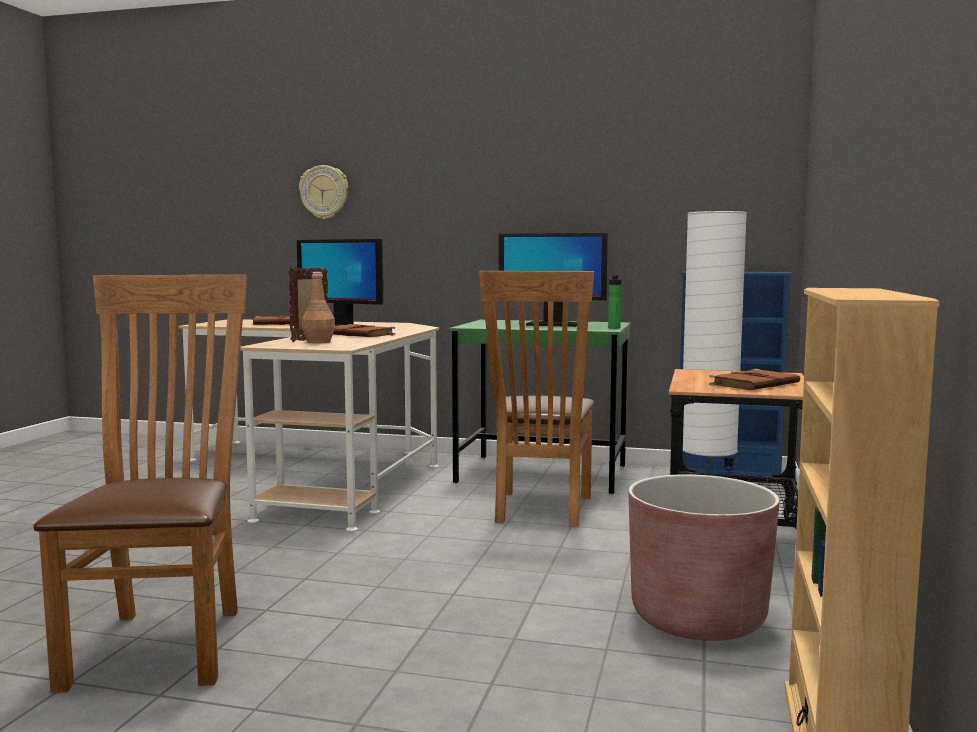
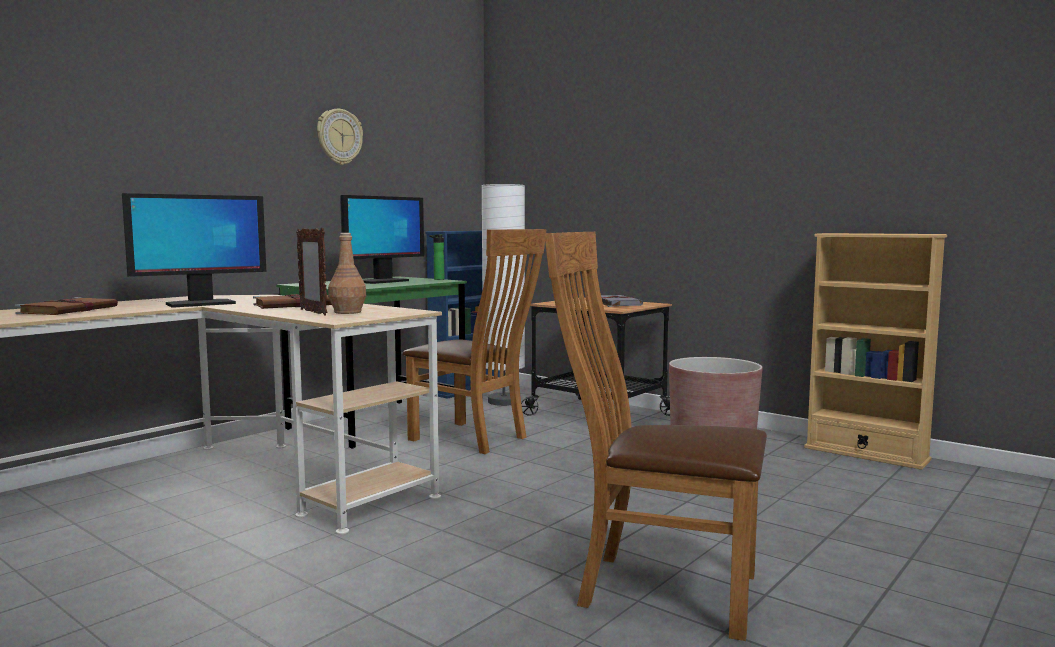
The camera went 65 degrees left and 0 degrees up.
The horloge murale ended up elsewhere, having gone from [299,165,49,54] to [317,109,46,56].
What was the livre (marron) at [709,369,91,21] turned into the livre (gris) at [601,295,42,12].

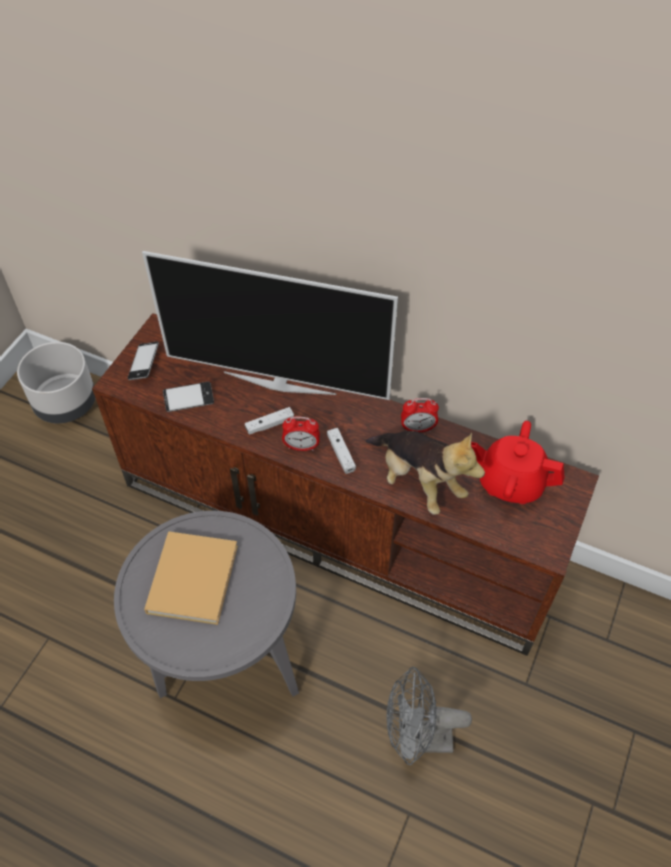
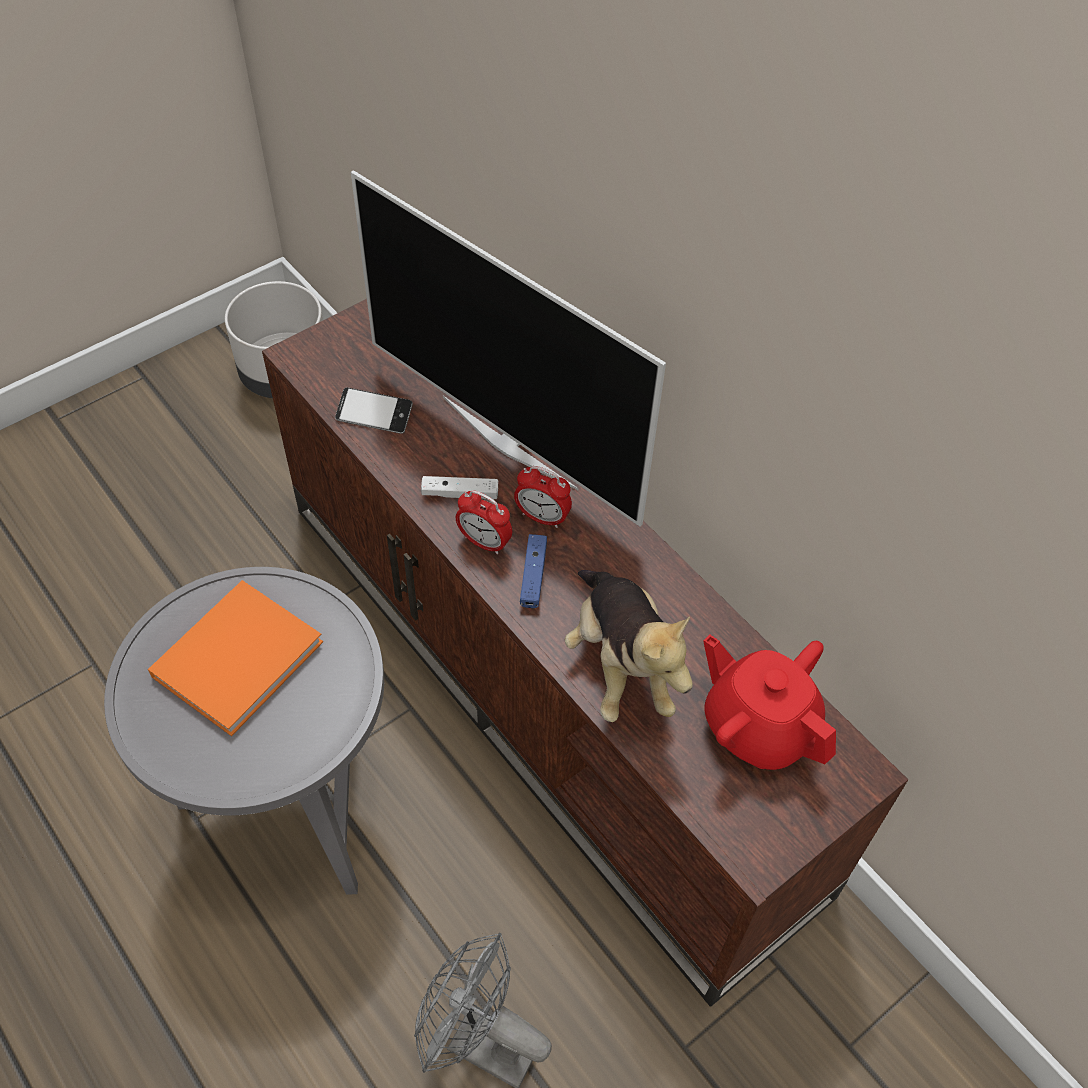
The camera went 25 degrees right and 0 degrees up.
What was the livre (beige) at [144,531,94,94] turned into the livre (orange) at [148,580,175,156].
The réveil ended up elsewhere, having gone from [401,398,38,34] to [514,466,58,62].
What was the manette (blanc) at [327,428,29,46] turned into the manette (bleu) at [520,534,27,74].
The second view lost the téléphone at [128,342,31,38].

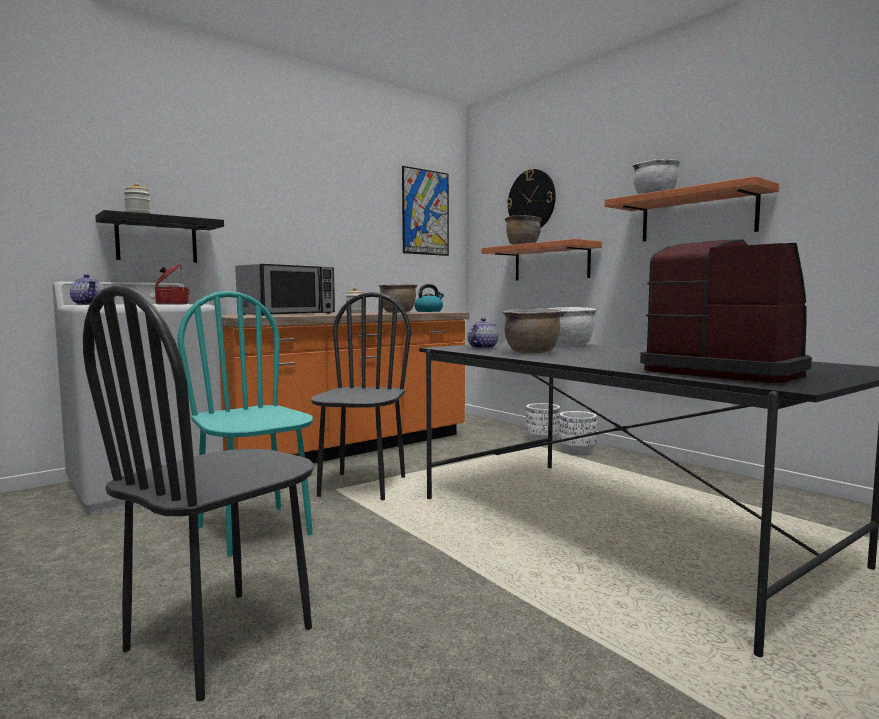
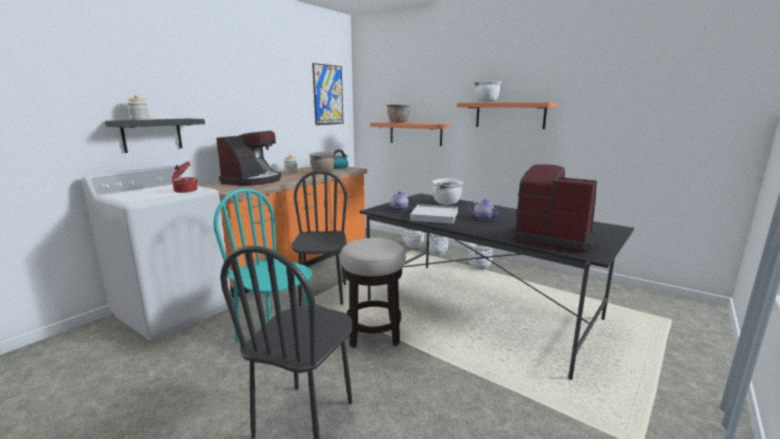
The camera went 15 degrees left and 10 degrees up.
Where the micro-ondes stood at [235,263,100,53], the machine à café came to stand at [216,131,65,55].
The second view gained the tabouret at [340,238,66,110].
Where the marmite (marron) stood at [503,308,60,46], the plateau (blanc) came to stand at [410,204,48,20].
The théière ended up elsewhere, having gone from [70,274,34,31] to [468,199,34,21].
The second view gained the cache-pot (blanc) at [468,243,25,27].
The second view lost the horloge murale at [507,169,49,59].

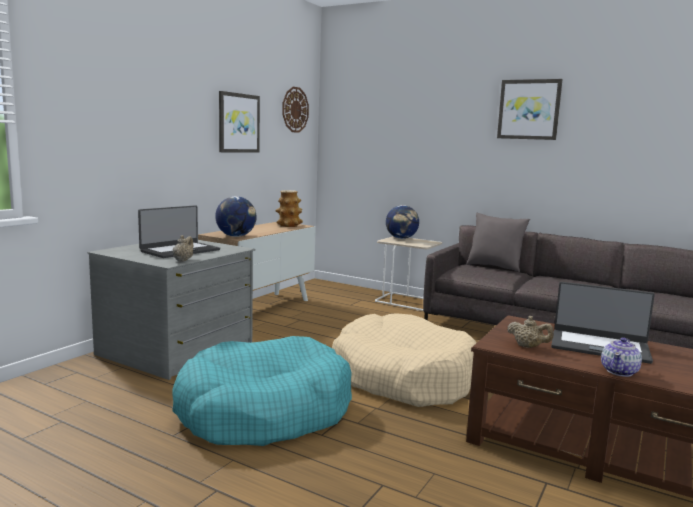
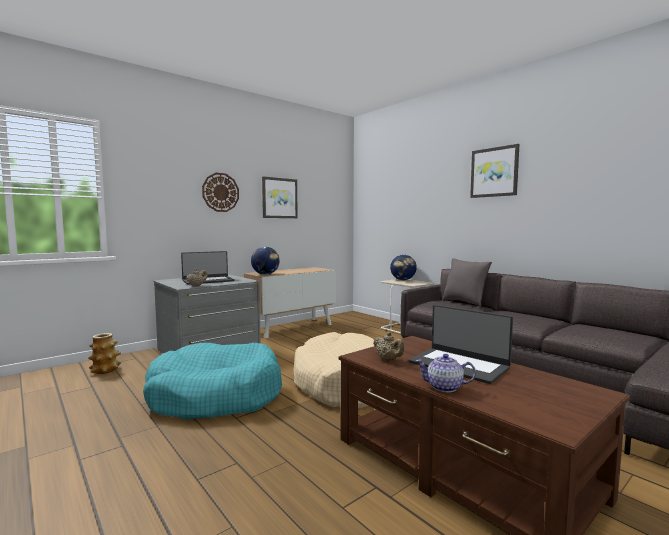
The camera went 20 degrees right and 5 degrees down.
The vase ended up elsewhere, having gone from [275,190,28,37] to [88,333,33,41].
The horloge murale ended up elsewhere, having gone from [282,87,27,46] to [202,173,37,39].
The théière at [601,337,41,40] ended up facing another way, 45 degrees clockwise from before.

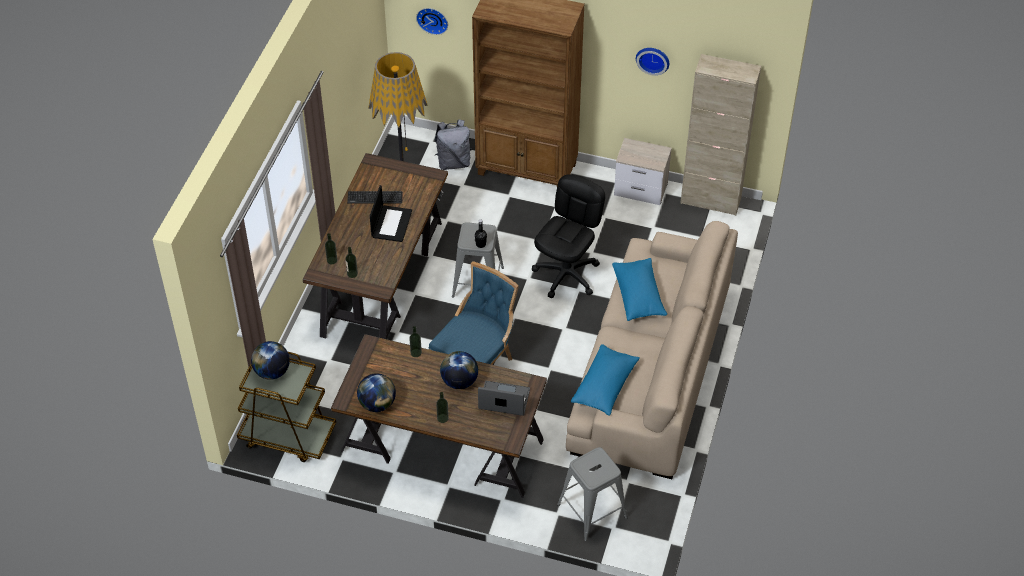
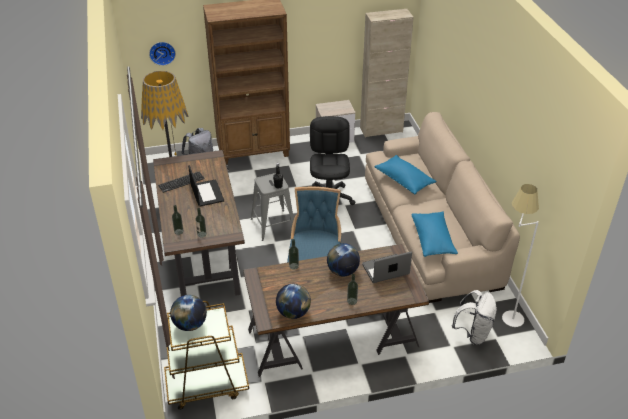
The camera went 30 degrees left and 10 degrees down.
Where the tabouret (gris) stood at [557,447,71,94], the sac à dos (blanc) came to stand at [452,290,45,55].
The second view gained the lampadaire (blanc) at [502,184,37,143].
The second view lost the horloge murale at [636,48,33,27].

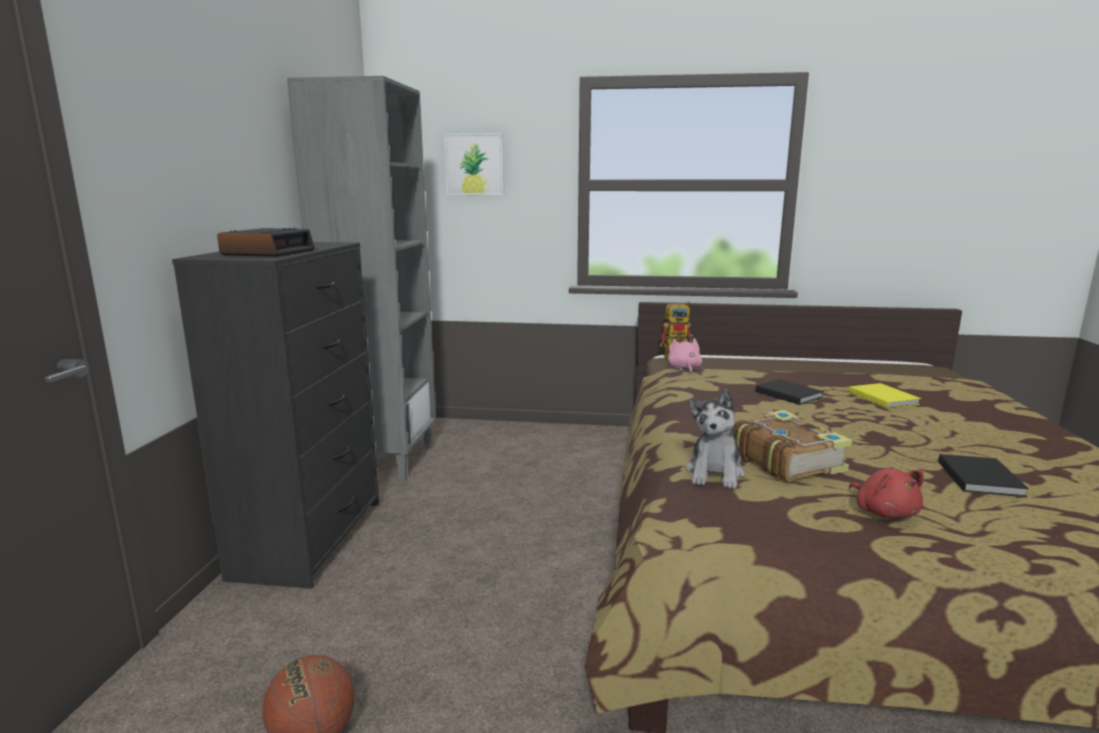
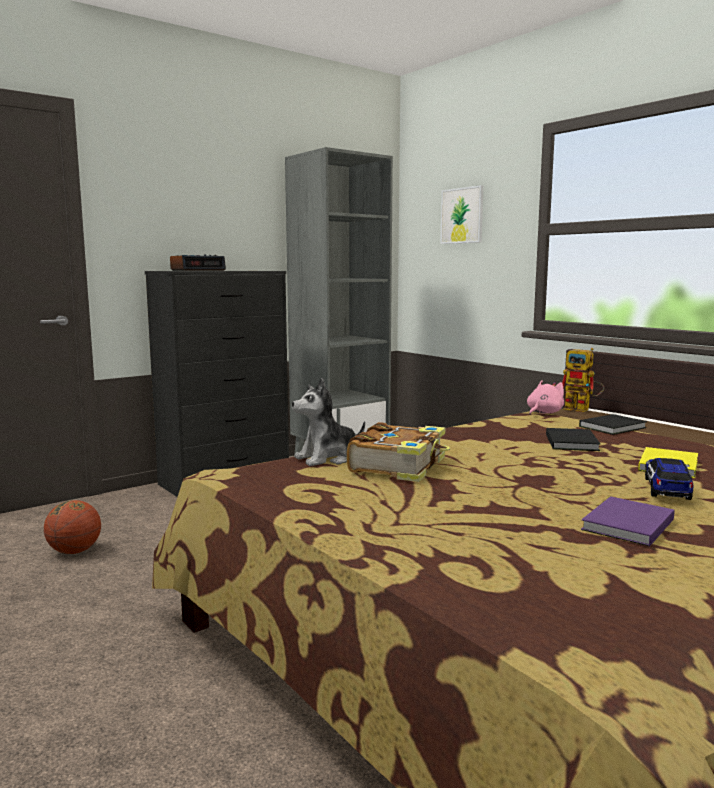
The camera went 45 degrees right and 5 degrees down.
The livre (noir) ended up elsewhere, having gone from [938,454,91,43] to [579,414,68,21].
The second view gained the livre (violet) at [581,496,93,50].
The second view gained the petite voiture at [645,458,49,42].
The second view lost the peluche (rouge) at [849,468,74,51].

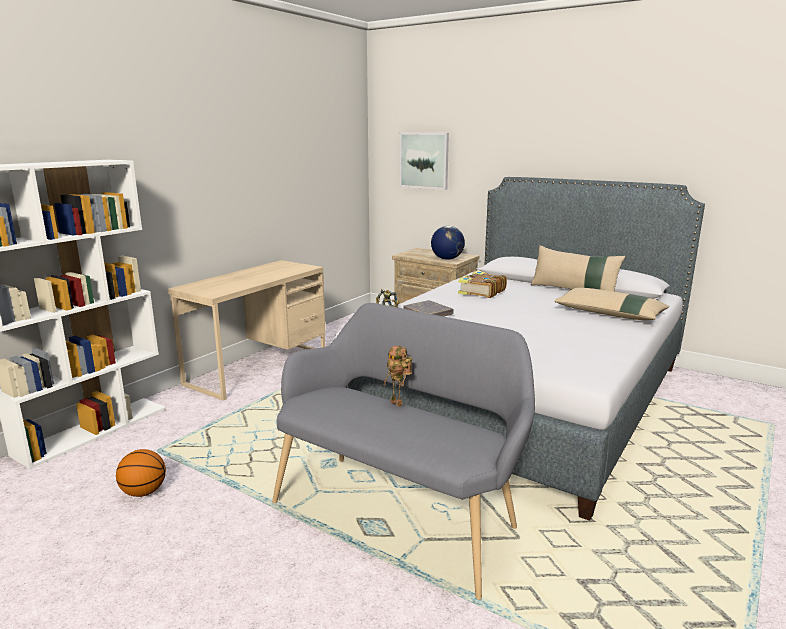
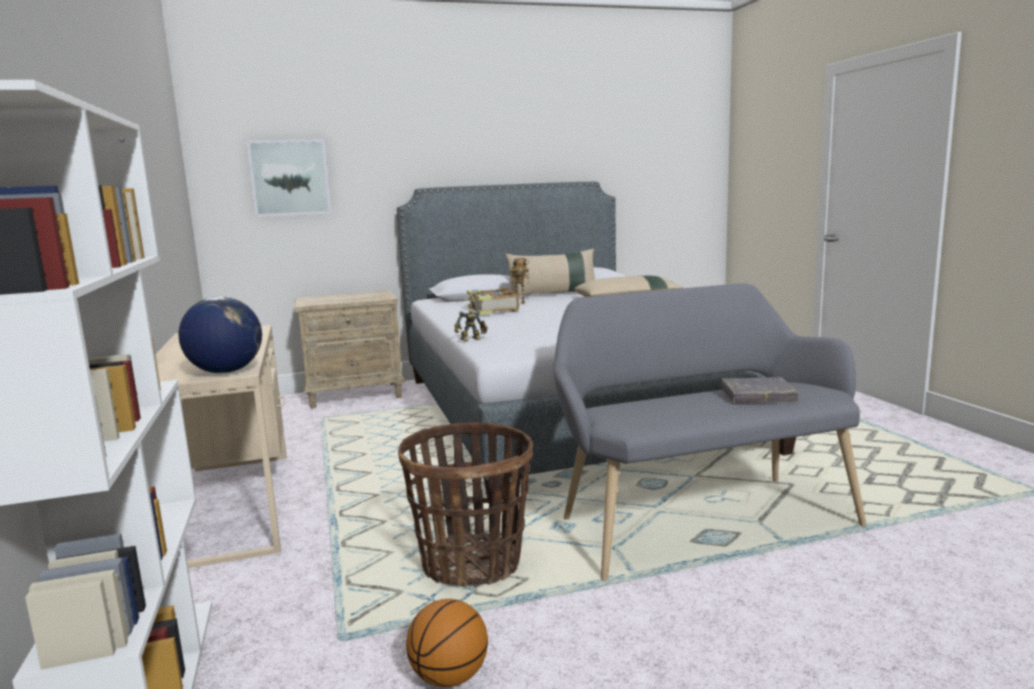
The camera went 50 degrees left and 5 degrees down.
The globe ended up elsewhere, having gone from [431,226,34,34] to [179,296,83,77].
The second view gained the panier at [398,422,135,165].
The robot jouet ended up elsewhere, having gone from [383,346,29,61] to [510,258,19,45].
The livre (gris) ended up elsewhere, having gone from [403,300,51,16] to [721,377,78,26].

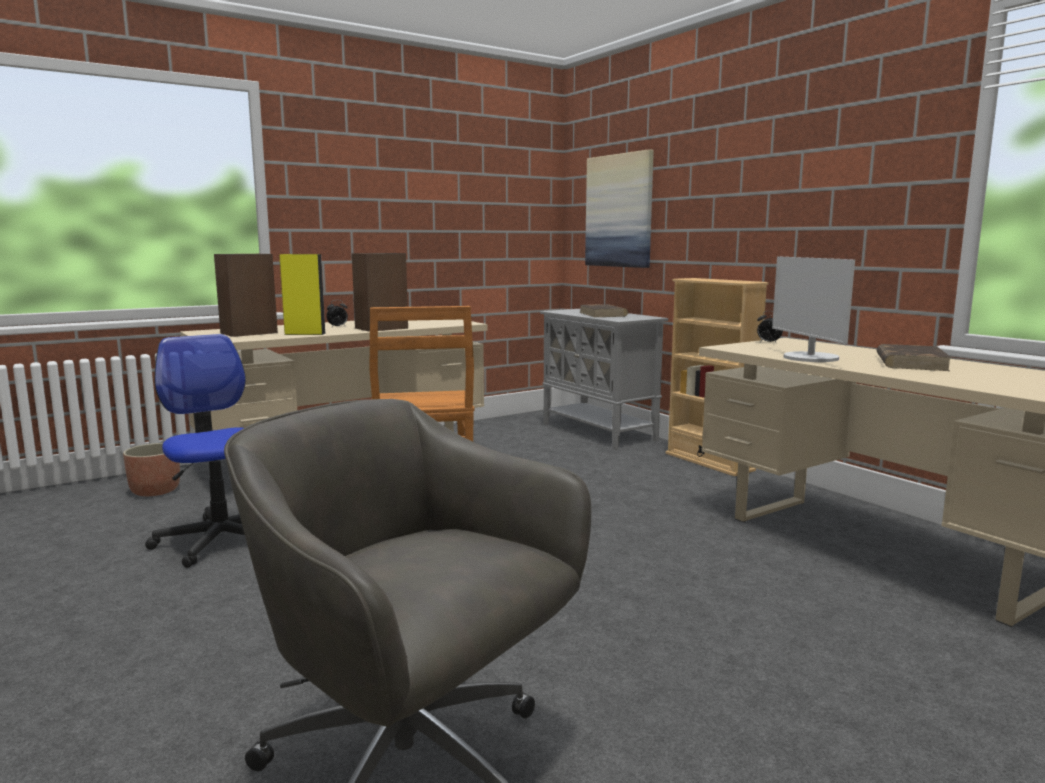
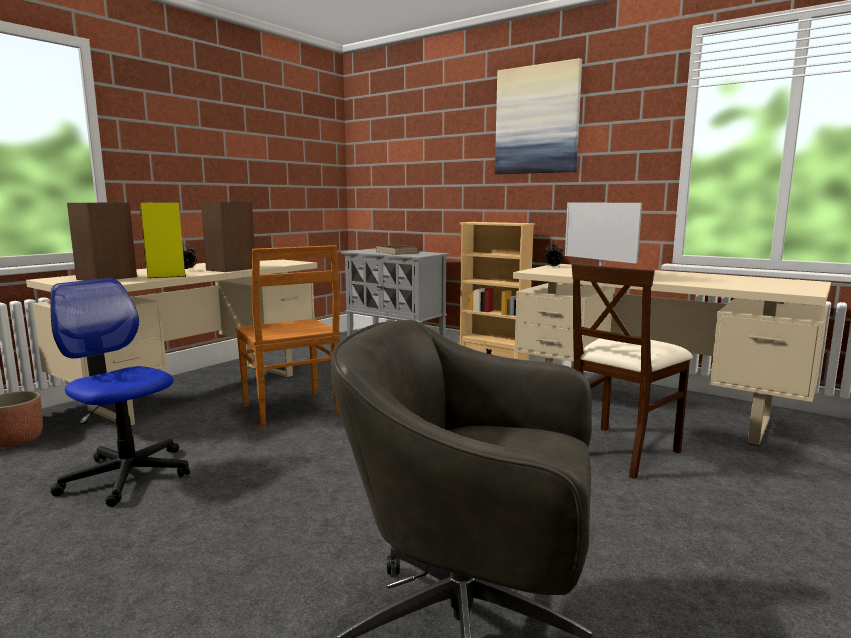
The camera went 20 degrees left and 0 degrees up.
The tableau ended up elsewhere, having gone from [585,149,69,119] to [495,58,87,116].
The second view gained the chaise (beige) at [572,263,121,216].
The second view lost the livre (marron) at [877,344,74,27].

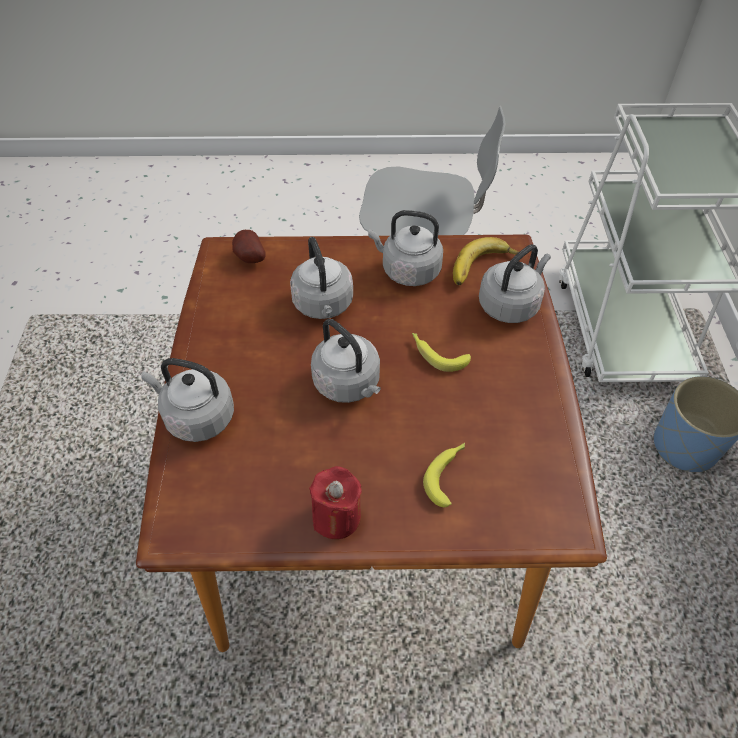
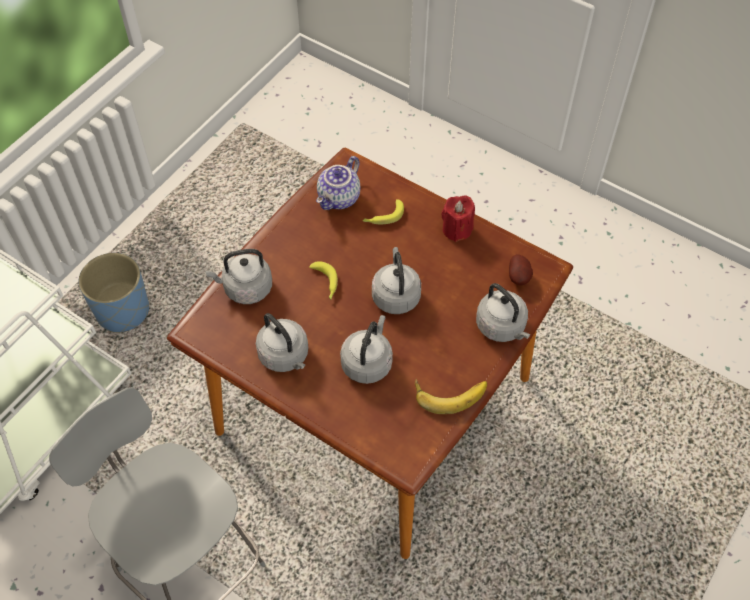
The camera went 145 degrees left and 5 degrees up.
The second view gained the théière at [316,156,44,54].
The banane ended up elsewhere, having gone from [453,237,66,48] to [415,379,72,35].
The pomme de terre ended up elsewhere, having gone from [232,230,34,33] to [509,254,24,31].

